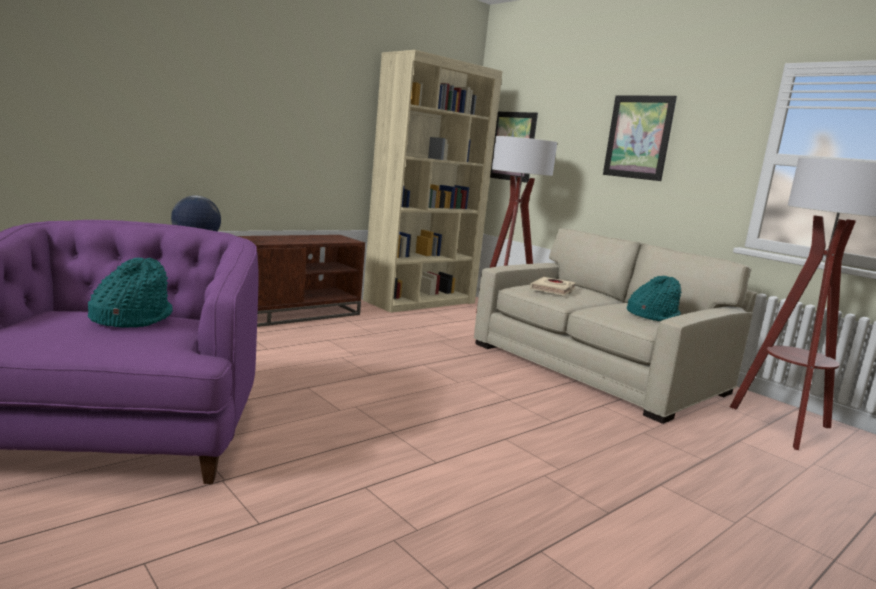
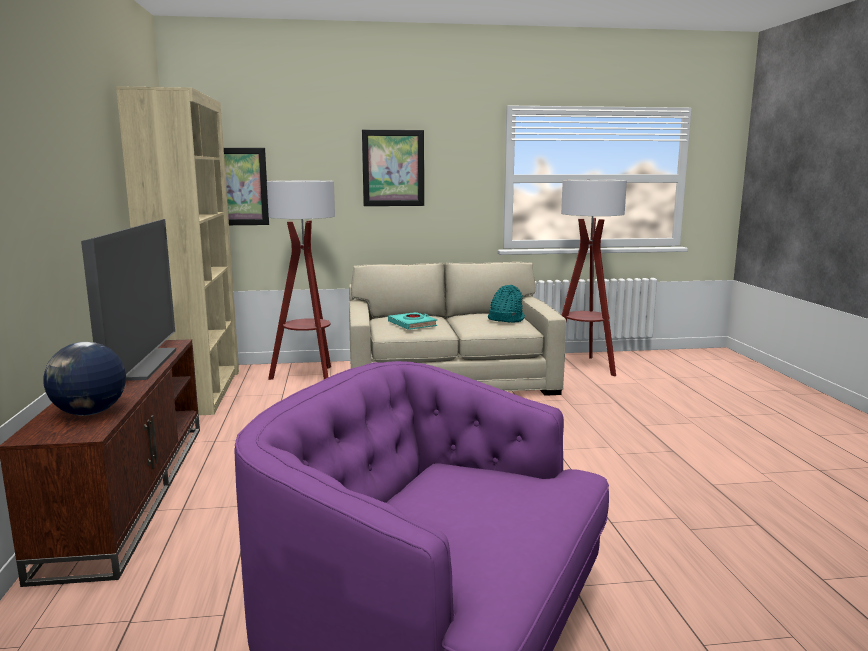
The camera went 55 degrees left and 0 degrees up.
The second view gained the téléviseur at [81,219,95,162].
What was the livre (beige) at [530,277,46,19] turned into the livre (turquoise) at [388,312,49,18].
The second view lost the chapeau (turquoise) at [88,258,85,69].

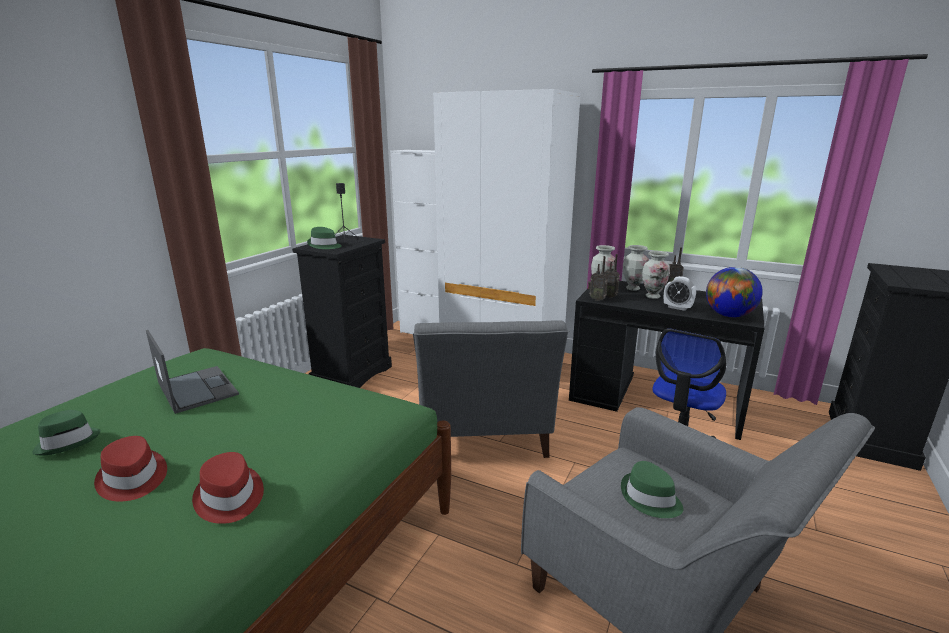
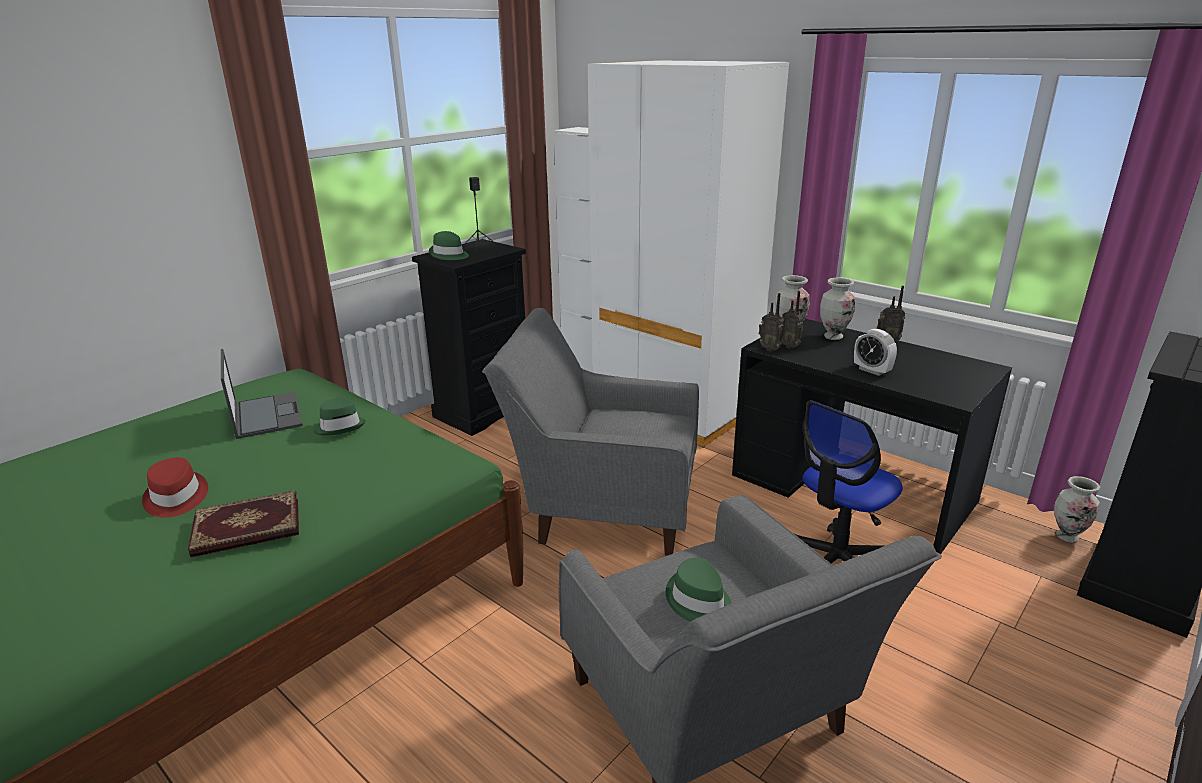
The camera went 15 degrees right and 5 degrees up.
Where the chapeau (rouge) stood at [192,452,72,72], the livre came to stand at [188,490,111,67].
The chapeau (vert) ended up elsewhere, having gone from [32,410,69,46] to [314,398,52,38].
The fauteuil (gris) at [413,320,157,138] ended up facing another way, 90 degrees clockwise from before.
The vase ended up elsewhere, having gone from [642,251,28,48] to [1054,476,46,67].
The second view lost the globe at [706,267,57,50].

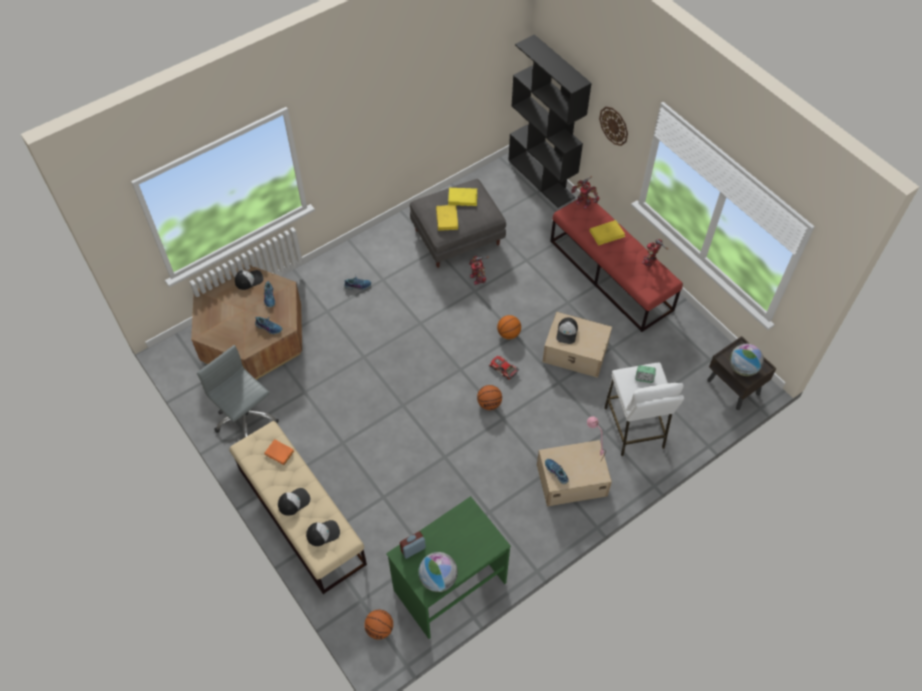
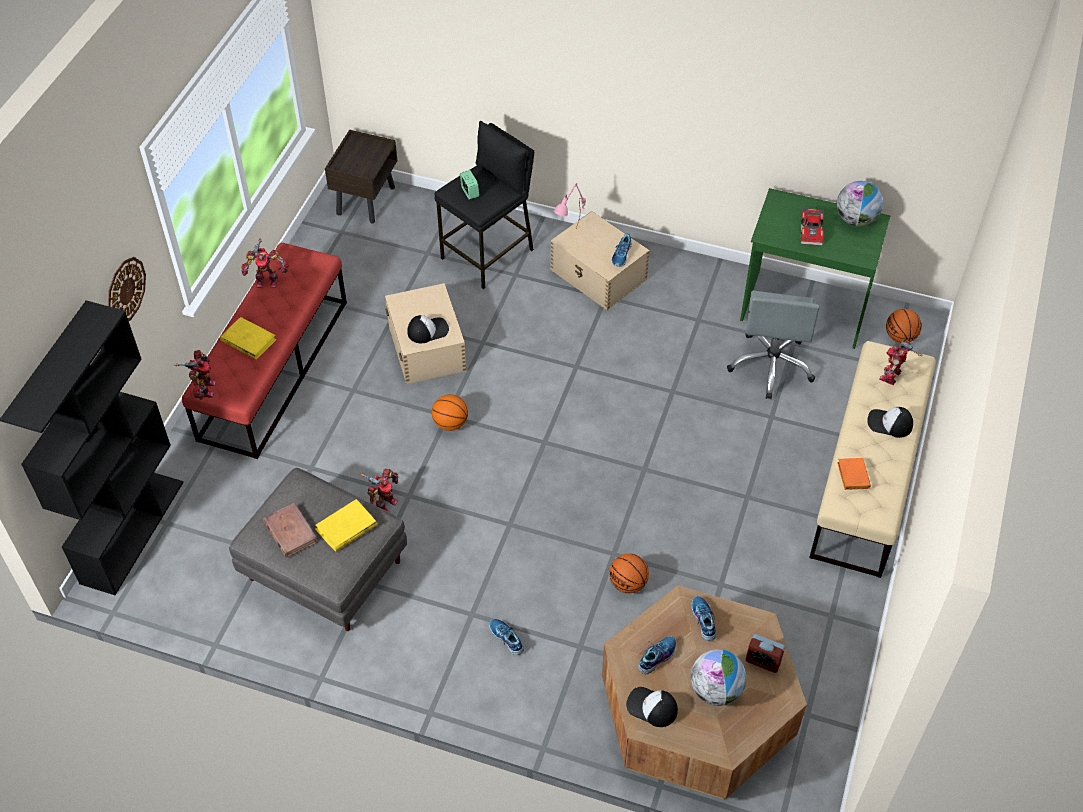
The camera went 125 degrees left and 5 degrees down.
What was the livre (jaune) at [448,188,29,18] turned into the livre (marron) at [263,503,55,55].
What was the tabouret (blanc) at [605,362,79,94] turned into the tabouret (noir) at [434,121,100,168].
The ballon de basket ended up elsewhere, having gone from [477,385,25,25] to [609,553,40,40].
The globe ended up elsewhere, having gone from [730,344,34,32] to [690,649,57,57].
The chaise de bureau (gris) ended up elsewhere, having gone from [197,345,82,93] to [727,290,92,109].
The réveil ended up elsewhere, having gone from [400,531,26,28] to [746,634,39,39].
The petite voiture ended up elsewhere, having gone from [488,356,31,24] to [801,208,23,38].
Where the casquette stood at [306,520,34,26], the robot jouet came to stand at [879,340,43,45].

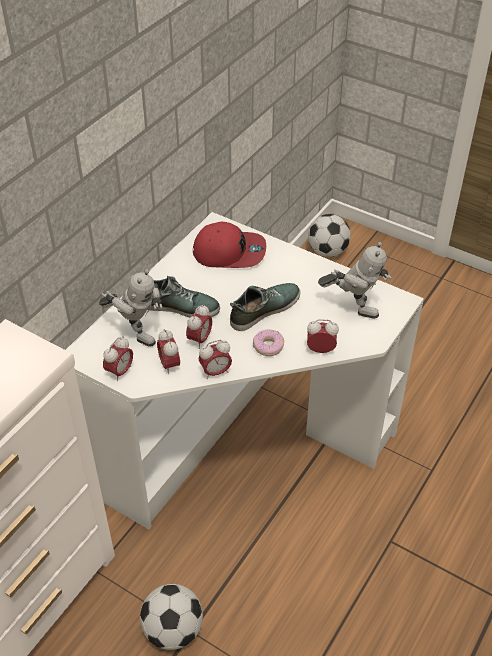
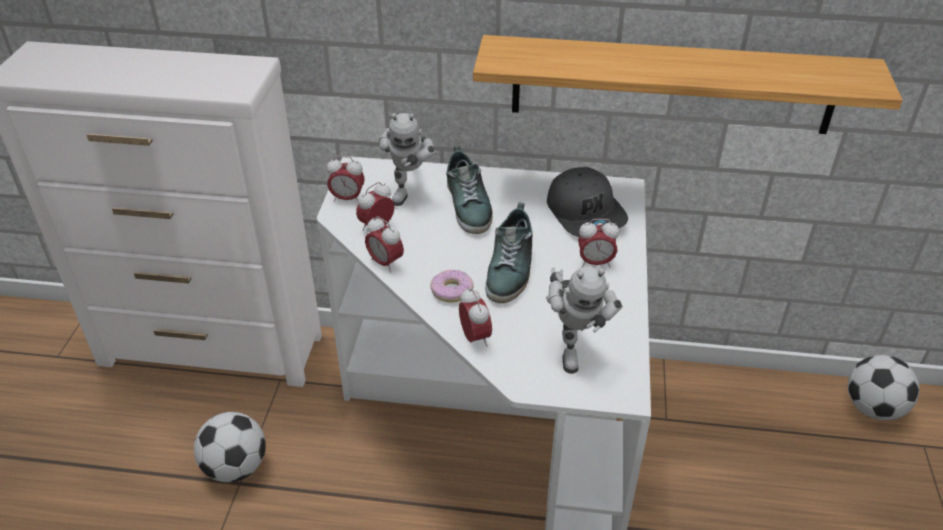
The camera went 65 degrees right and 5 degrees down.
The second view gained the étagère at [473,35,429,99].
The chaussure at [230,283,70,48] ended up facing another way, 75 degrees clockwise from before.
What was the casquette (rouge) at [193,222,73,46] turned into the casquette (gris) at [547,167,81,70].
The réveil ended up elsewhere, having gone from [186,304,26,45] to [578,219,41,48].

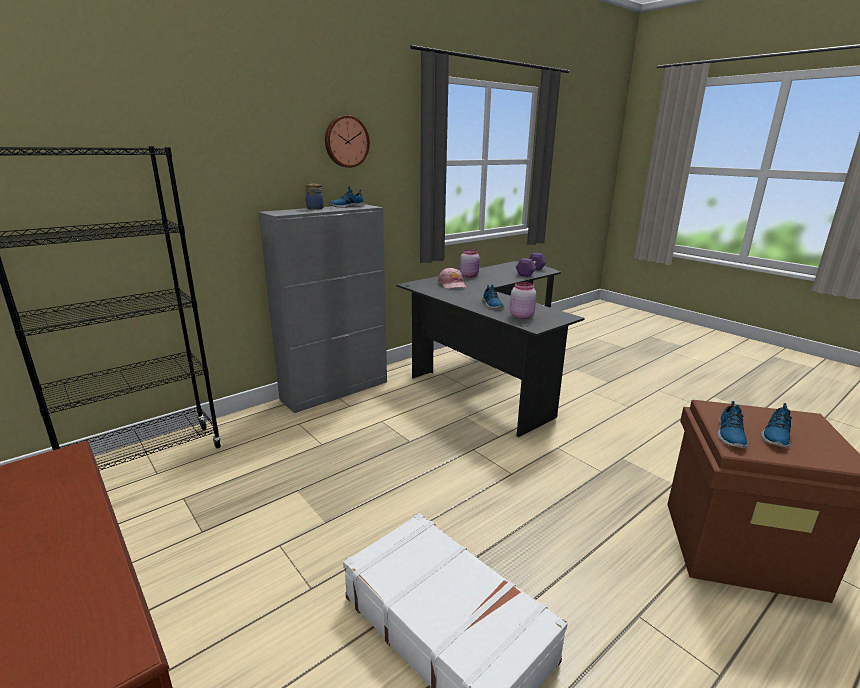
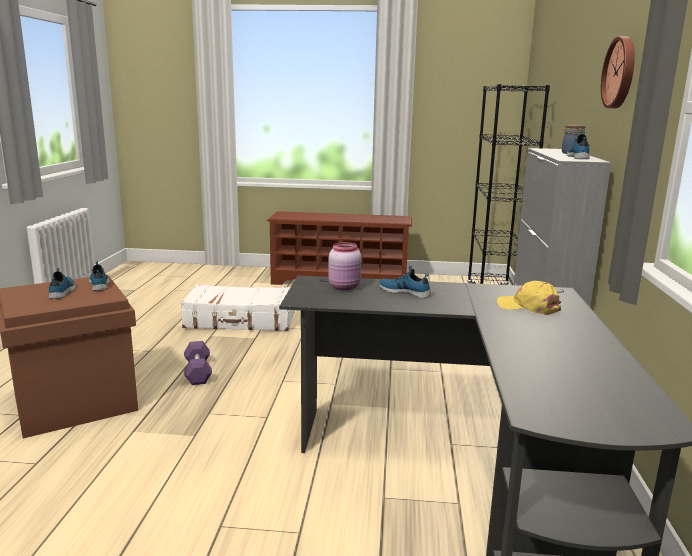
The camera went 135 degrees right and 5 degrees down.
The haltère (violet) ended up elsewhere, having gone from [516,253,31,24] to [184,341,28,44].
What was the casquette (rose) at [438,267,28,22] turned into the casquette (jaune) at [497,281,64,34].
The second view lost the bocal (rose) at [460,249,20,29].

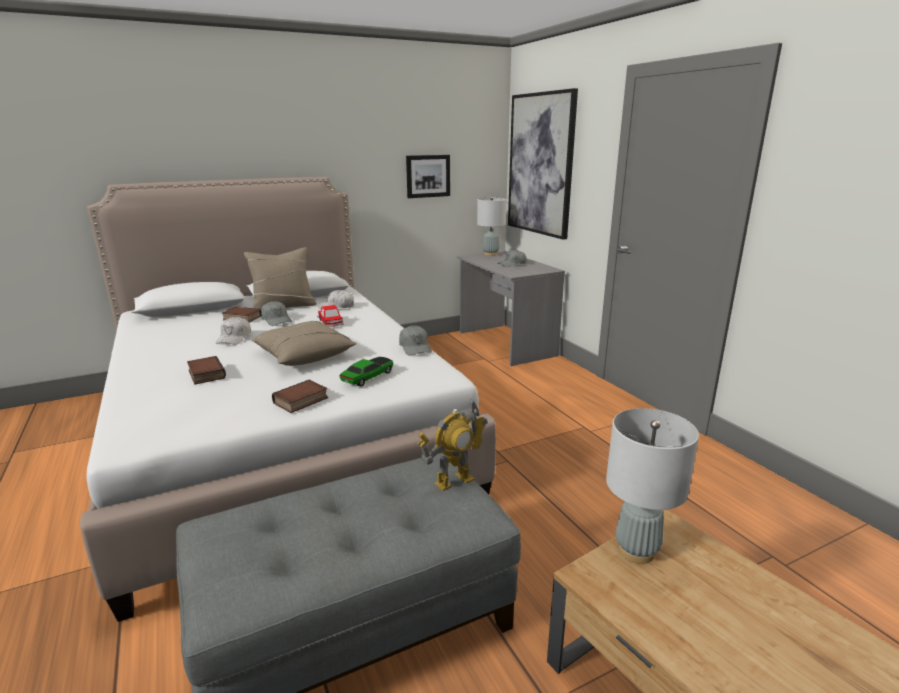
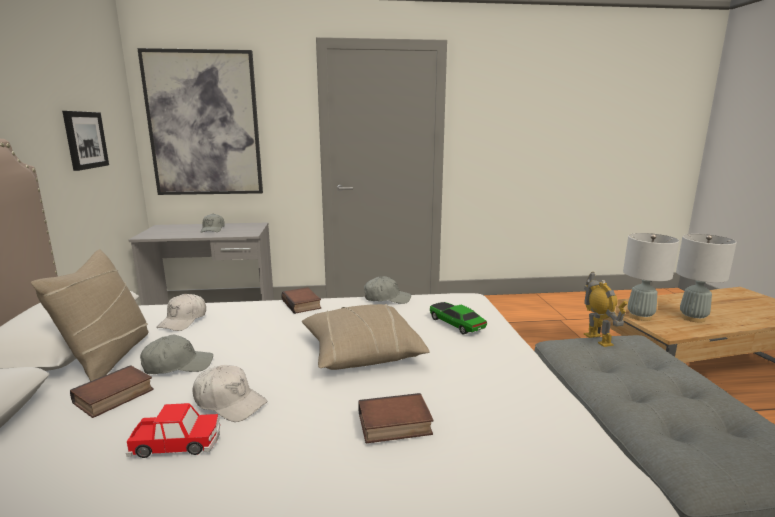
The camera went 70 degrees left and 5 degrees down.
The petite voiture ended up elsewhere, having gone from [318,305,26,22] to [126,403,94,55].
The livre ended up elsewhere, having gone from [272,380,56,33] to [281,287,40,27].
The lampe de table (gris) ended up elsewhere, having gone from [477,197,30,59] to [676,234,61,89].

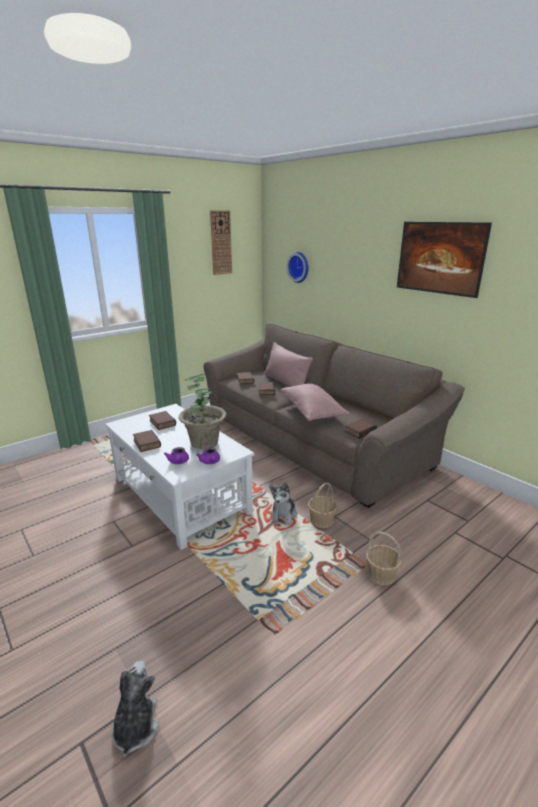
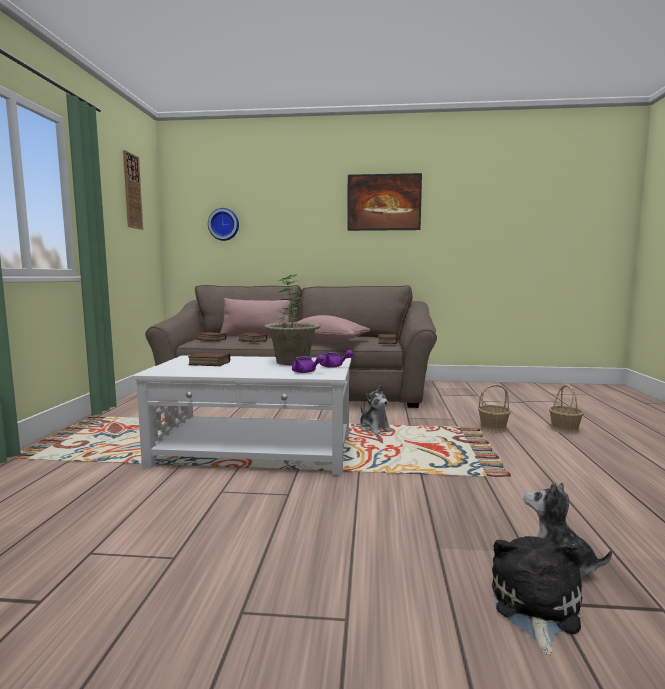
The camera went 45 degrees left and 15 degrees down.
The second view gained the peluche at [492,536,90,119].
The panier ended up elsewhere, having gone from [308,483,30,45] to [549,385,35,49].
The second view lost the livre at [133,430,28,22].

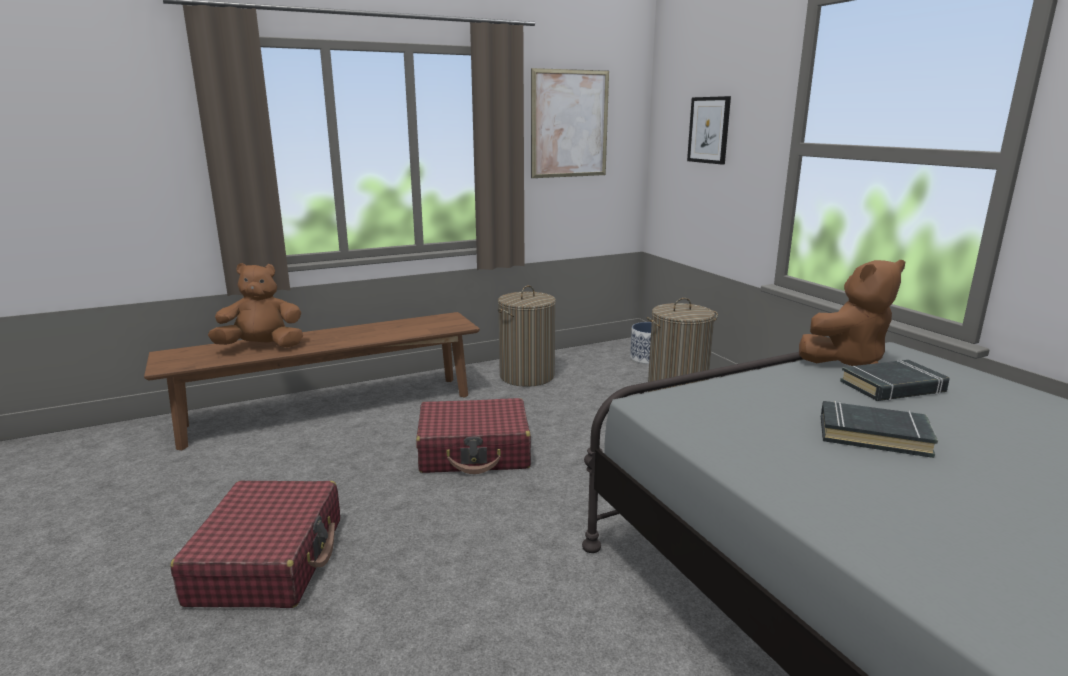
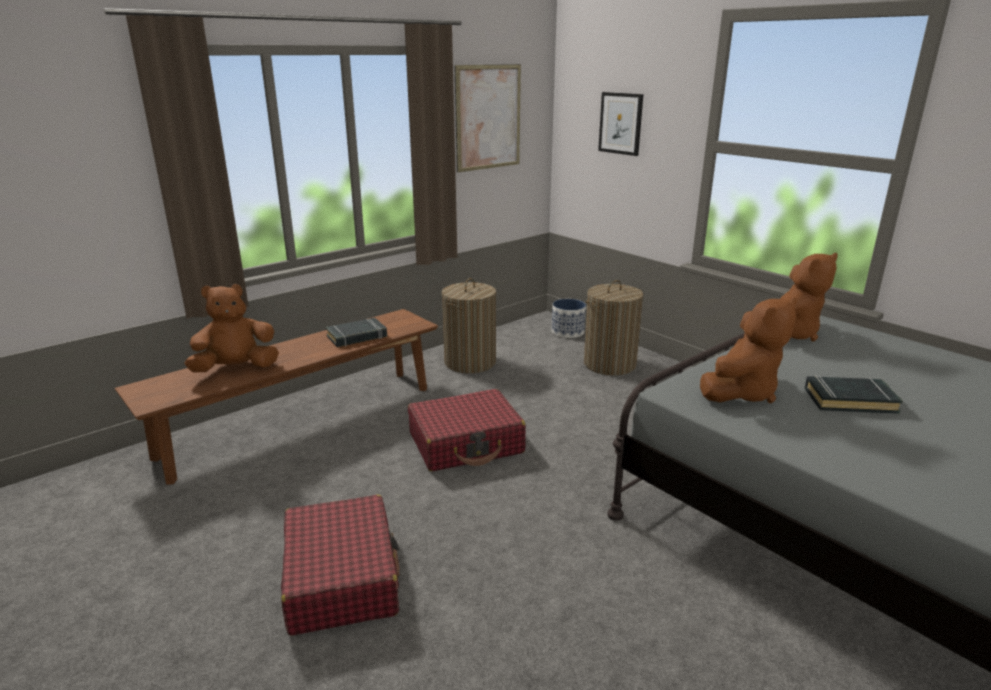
The camera went 15 degrees left and 5 degrees up.
The livre (noir) ended up elsewhere, having gone from [840,360,110,41] to [326,318,61,29].
The second view gained the peluche (marron) at [700,297,97,106].

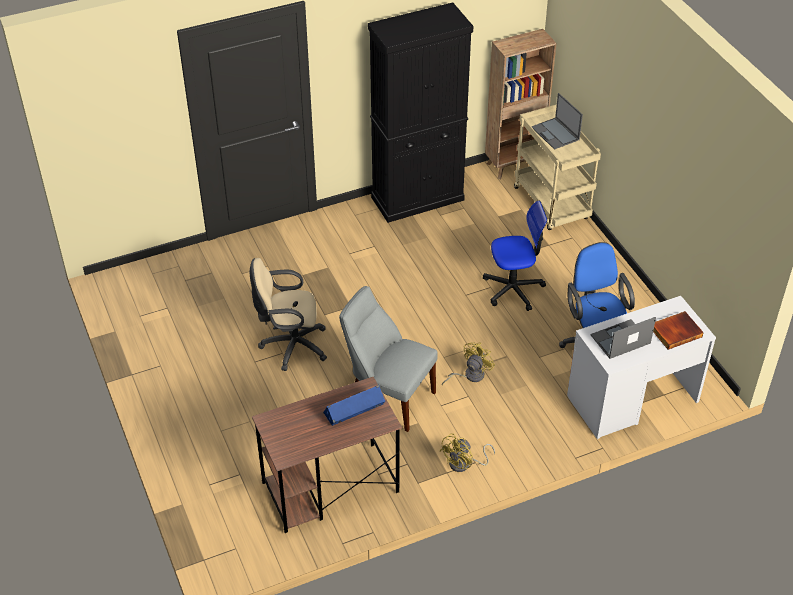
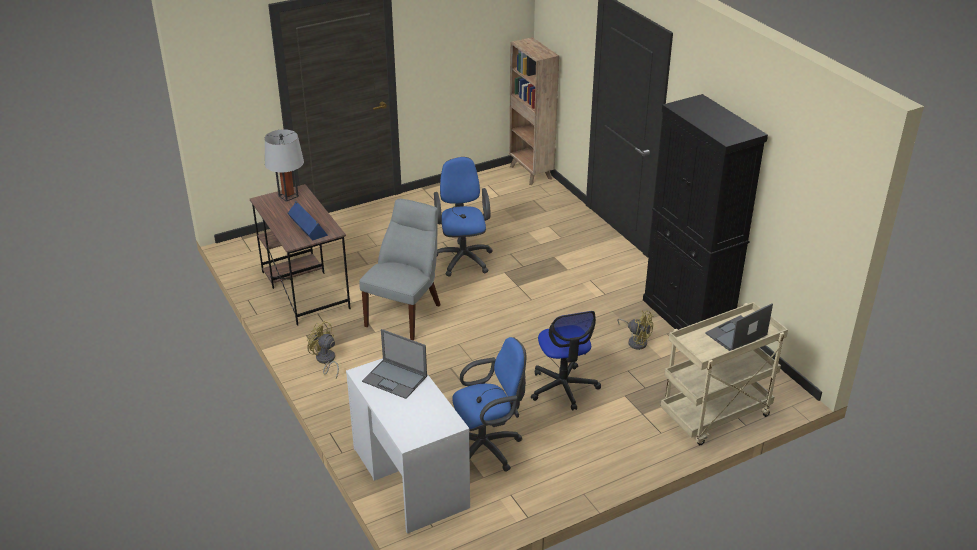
The camera went 85 degrees right and 10 degrees down.
The second view gained the lampe de table (gris) at [265,129,39,73].
The ordinateur portable at [591,317,65,42] ended up facing another way, 150 degrees clockwise from before.
What was the chaise de bureau (beige) at [250,258,77,113] turned into the chaise de bureau (bleu) at [434,157,59,120].
The bibliothèque (marron) ended up elsewhere, having gone from [485,29,72,151] to [509,37,50,148].
The ventilateur (jaune) ended up elsewhere, having gone from [442,342,53,43] to [617,310,37,40].
The second view lost the livre at [653,311,51,39].

